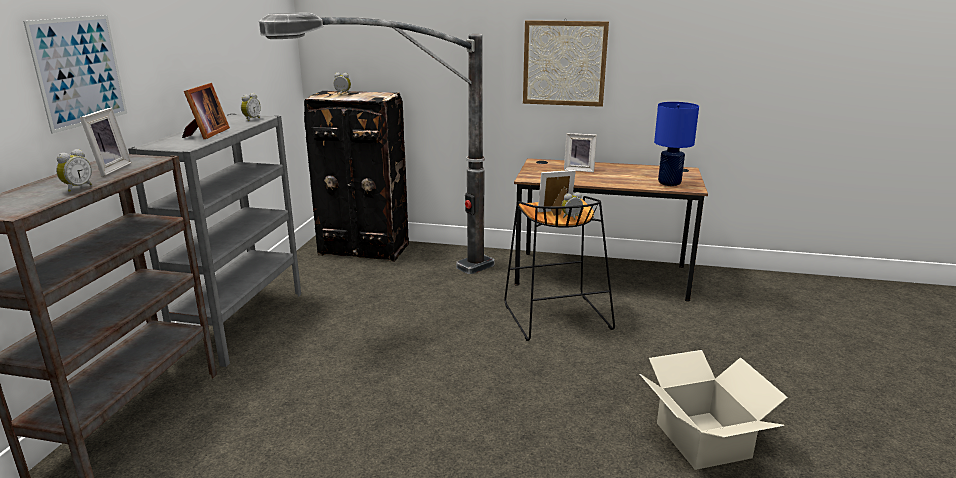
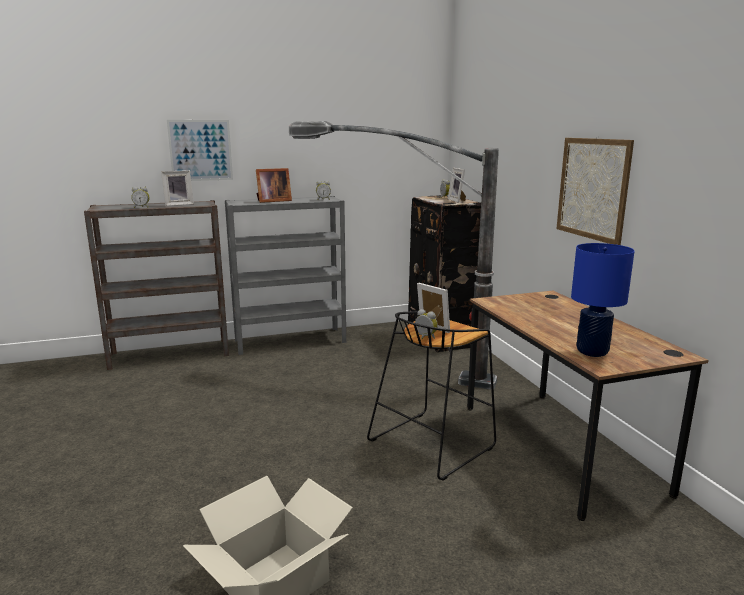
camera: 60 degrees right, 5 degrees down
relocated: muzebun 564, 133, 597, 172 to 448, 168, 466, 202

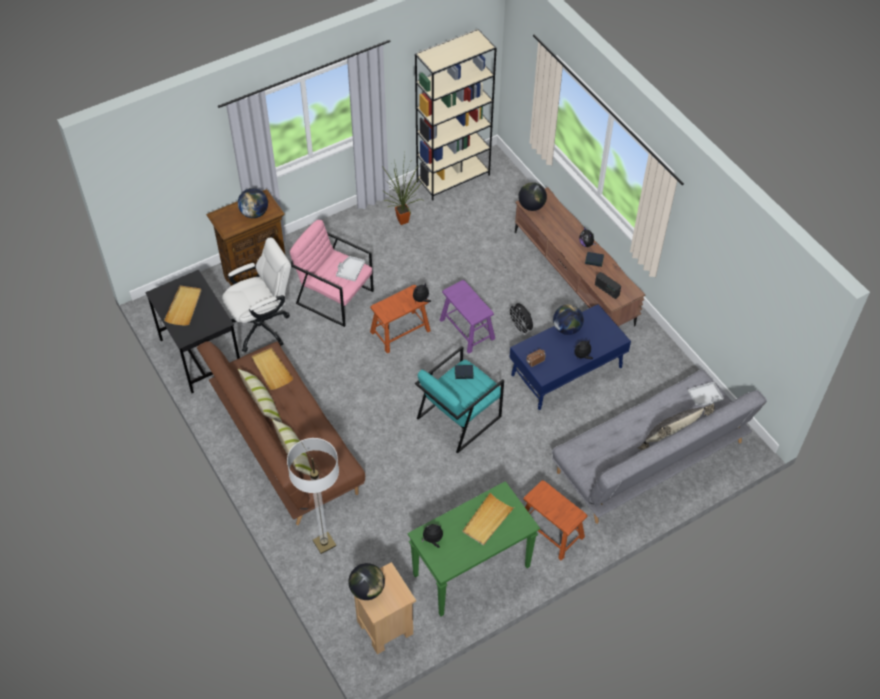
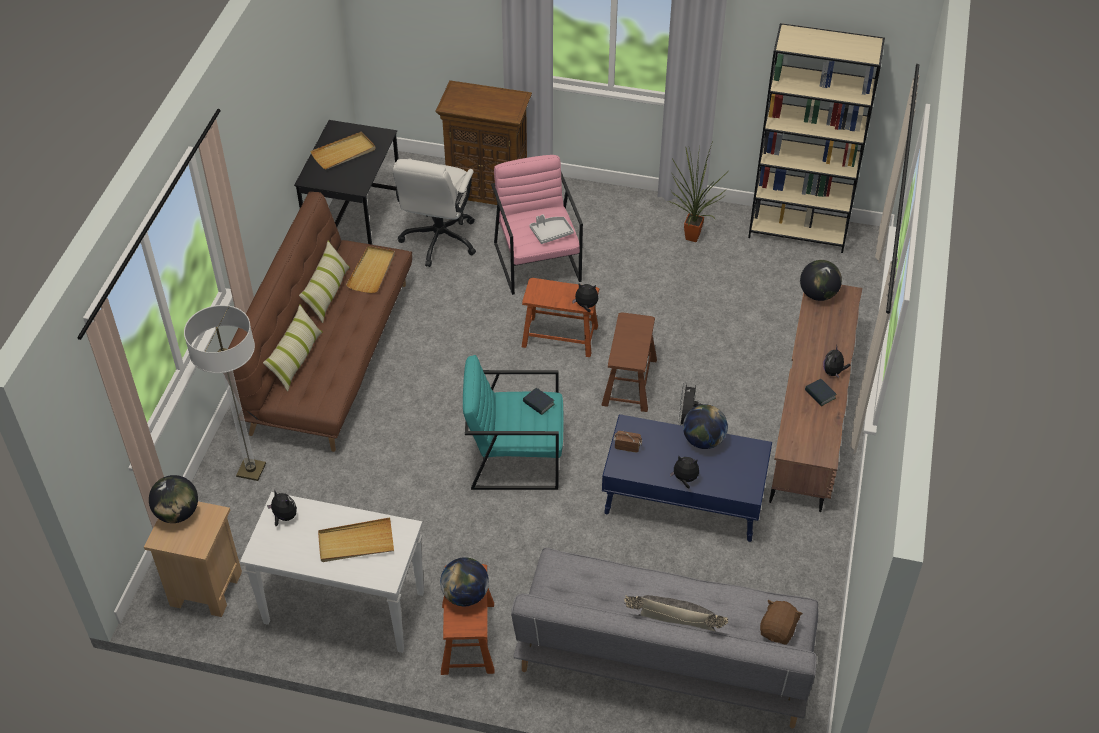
camera: 45 degrees right, 5 degrees down
missing: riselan 595, 272, 621, 299
relocated: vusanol 238, 188, 268, 218 to 440, 557, 489, 606
exchanged: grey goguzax 688, 382, 724, 406 to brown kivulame 760, 600, 803, 645
colour: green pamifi 408, 481, 540, 617 to white pamifi 240, 492, 424, 653; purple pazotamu 440, 280, 495, 353 to brown pazotamu 602, 312, 657, 412
spun: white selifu 222, 238, 291, 352 = 393, 158, 476, 267 90 degrees clockwise

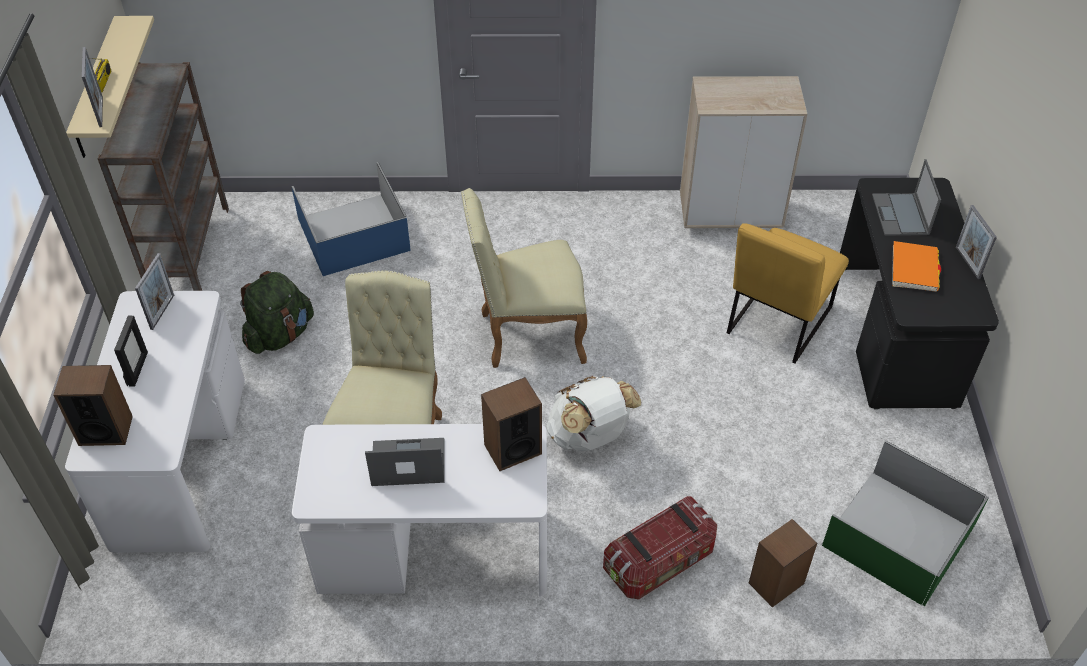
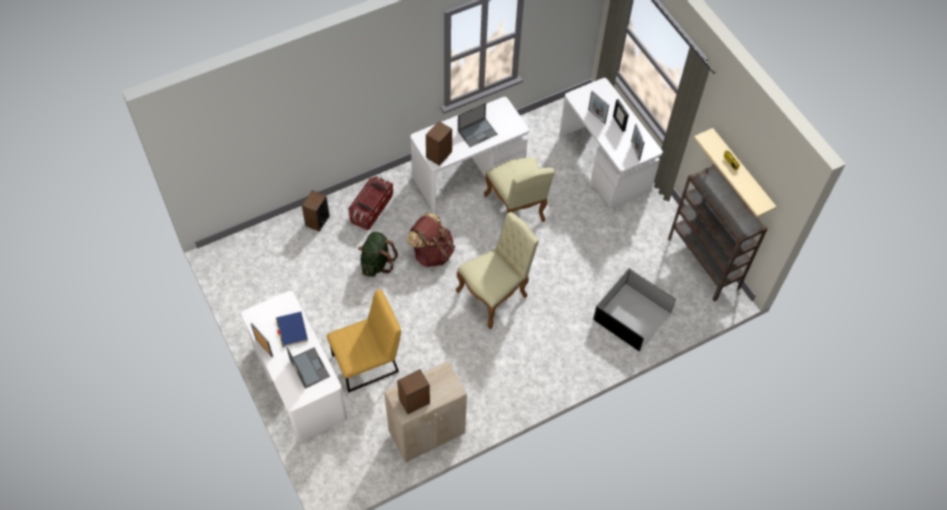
camera: 150 degrees right, 10 degrees up
missing: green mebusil 821, 441, 989, 606
relocated: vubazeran 53, 365, 133, 446 to 397, 369, 430, 414; muzebun 82, 47, 103, 127 to 588, 91, 609, 124; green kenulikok 240, 271, 314, 354 to 358, 232, 398, 277
colour: blue mebusil 291, 162, 411, 276 to black mebusil 593, 268, 676, 351; white kenulikok 546, 376, 641, 451 to brown kenulikok 406, 213, 455, 267; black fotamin 840, 178, 999, 410 to white fotamin 241, 291, 347, 442; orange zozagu 892, 241, 941, 292 to blue zozagu 276, 311, 308, 347
spun: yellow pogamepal 727, 223, 849, 364 = 327, 289, 401, 392 60 degrees clockwise

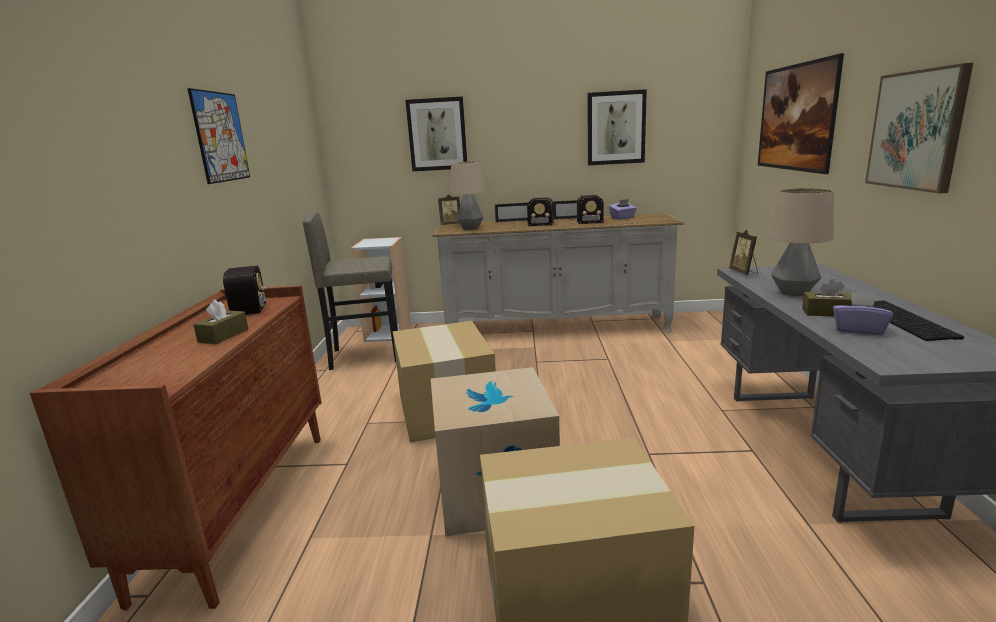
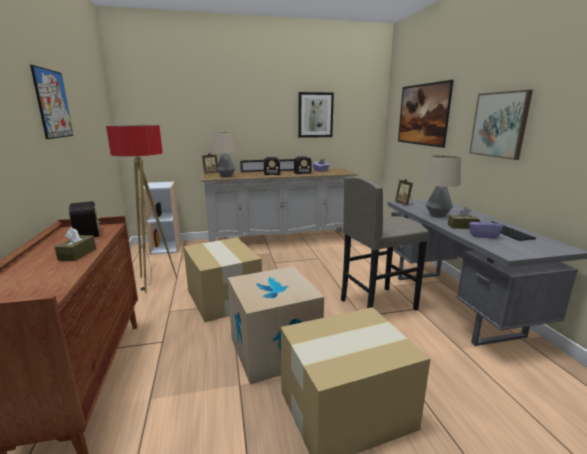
camera: 15 degrees left, 0 degrees up
missing: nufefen 405, 96, 467, 171
appeared: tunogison 106, 125, 177, 293
relocated: grey pazotamu 303, 211, 398, 370 to 341, 177, 429, 311

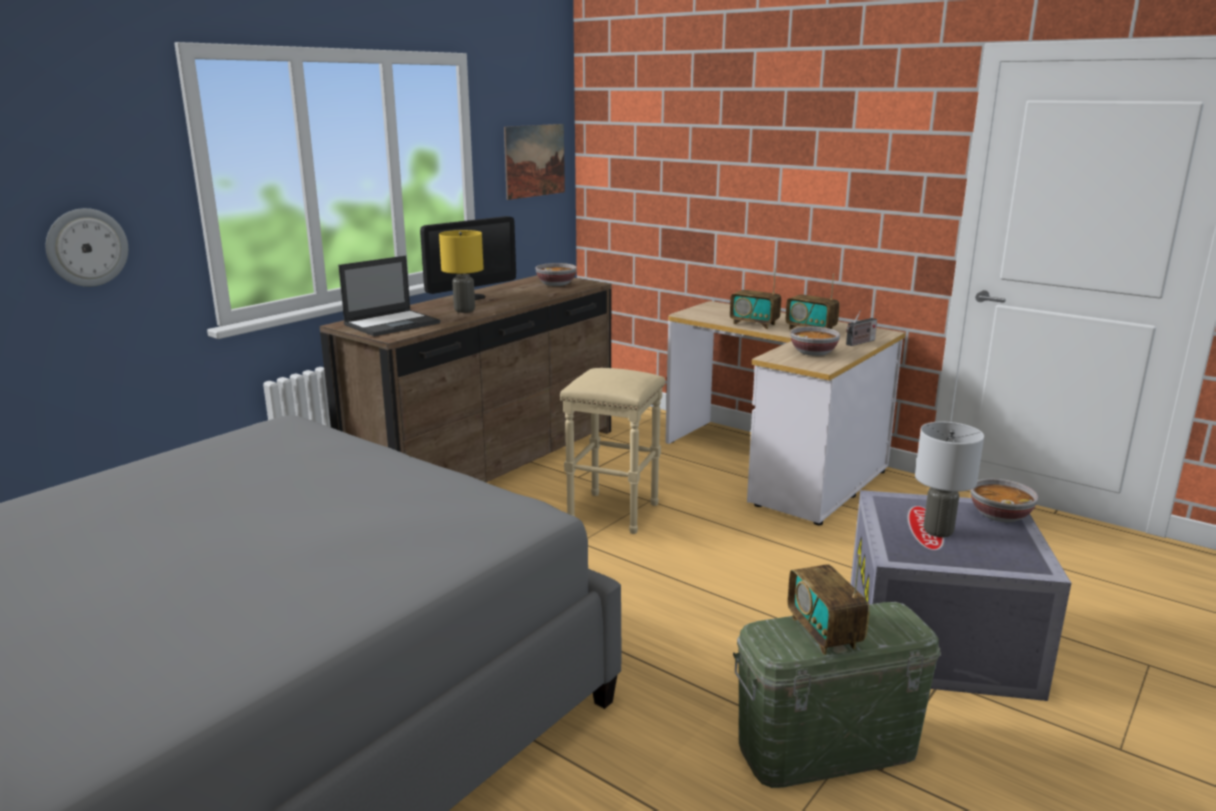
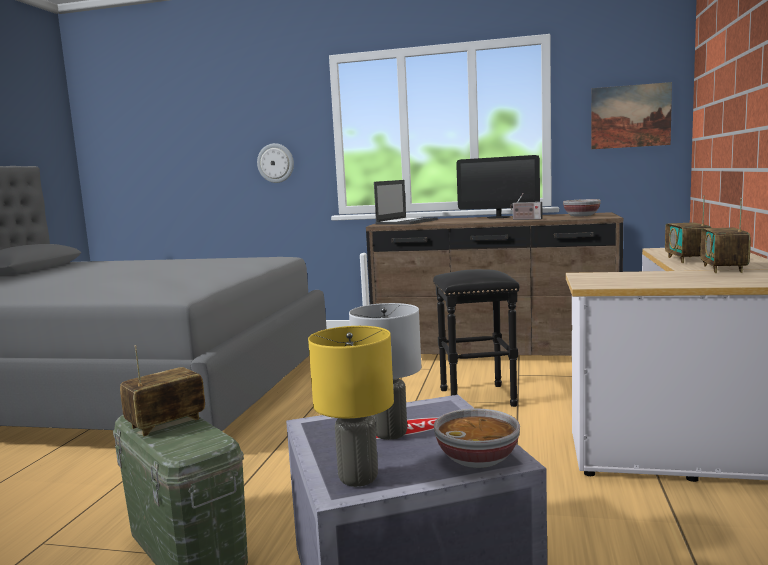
camera: 65 degrees right, 10 degrees down
missing: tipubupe 790, 327, 840, 356
relocated: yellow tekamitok 439, 230, 484, 313 to 308, 326, 394, 487; riselan 846, 310, 877, 346 to 510, 193, 542, 220
colour: beige pazotamu 560, 368, 665, 534 to black pazotamu 433, 269, 520, 407
spun: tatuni 338, 256, 440, 336 = 374, 180, 438, 225 75 degrees counterclockwise

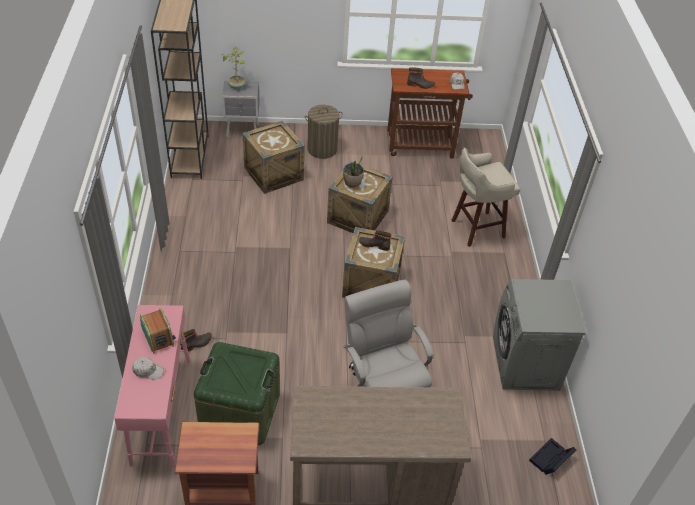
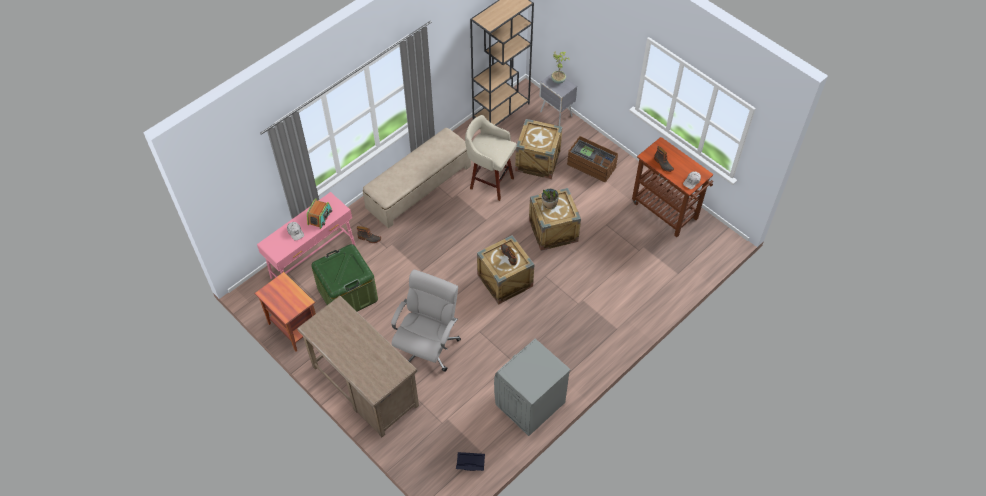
camera: 50 degrees right, 10 degrees up
appeared: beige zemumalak 363, 128, 471, 228
relocated: beige pazotamu 451, 148, 520, 247 to 465, 115, 517, 201
exchanged: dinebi 305, 105, 343, 159 to brown mebusil 567, 136, 618, 182

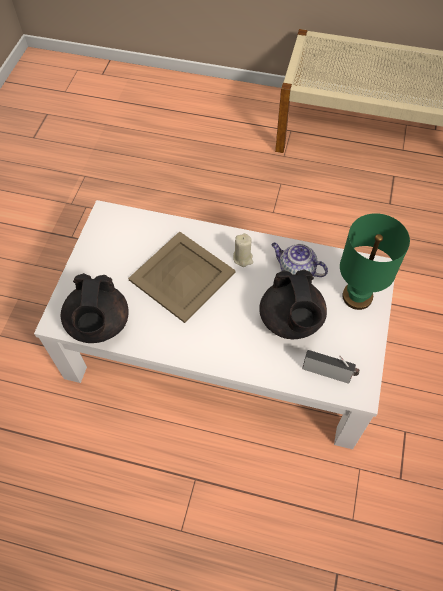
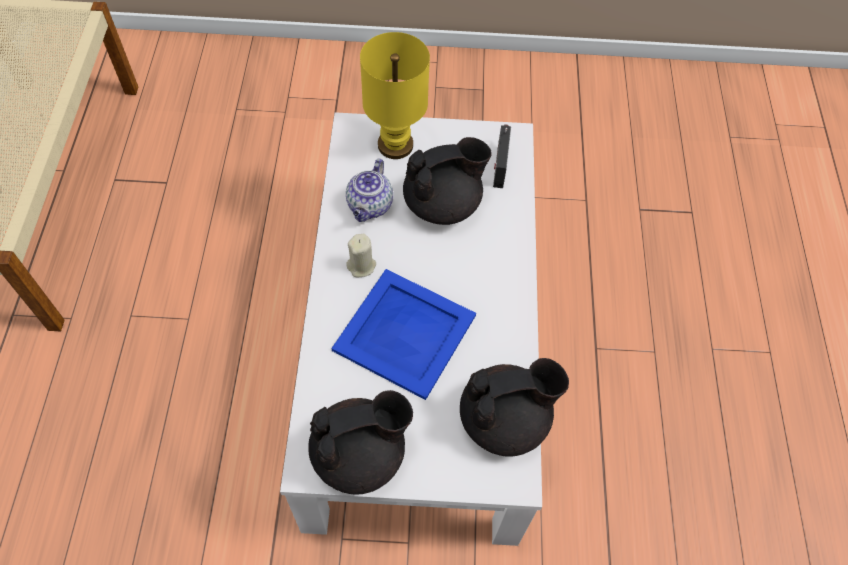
camera: 105 degrees left, 0 degrees up
appeared: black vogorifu 308, 390, 413, 495
colour: beige goguzax 128, 231, 235, 323 to blue goguzax 331, 269, 476, 400; green tekamitok 340, 213, 410, 310 to yellow tekamitok 360, 32, 430, 159

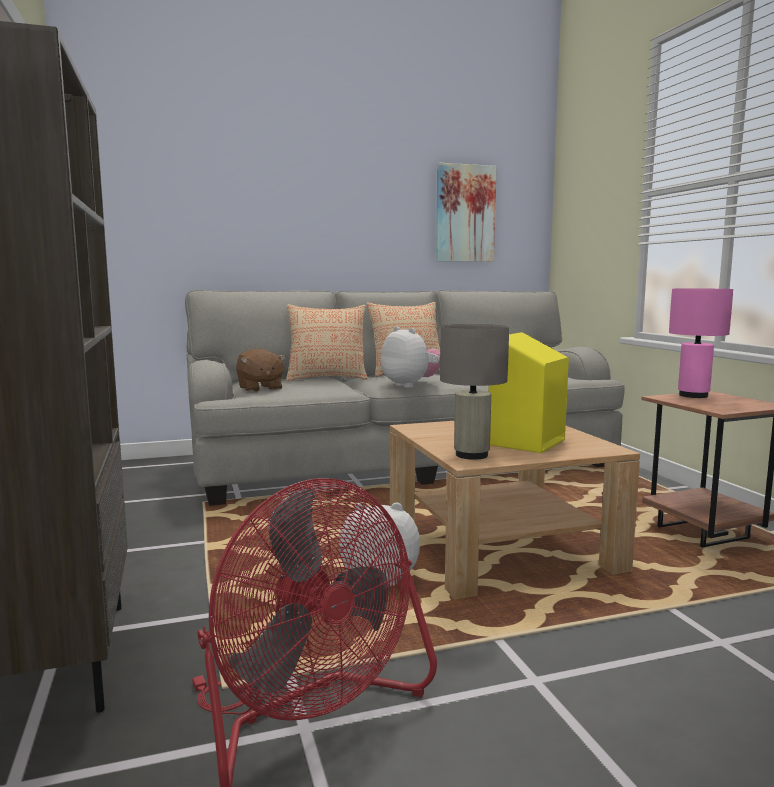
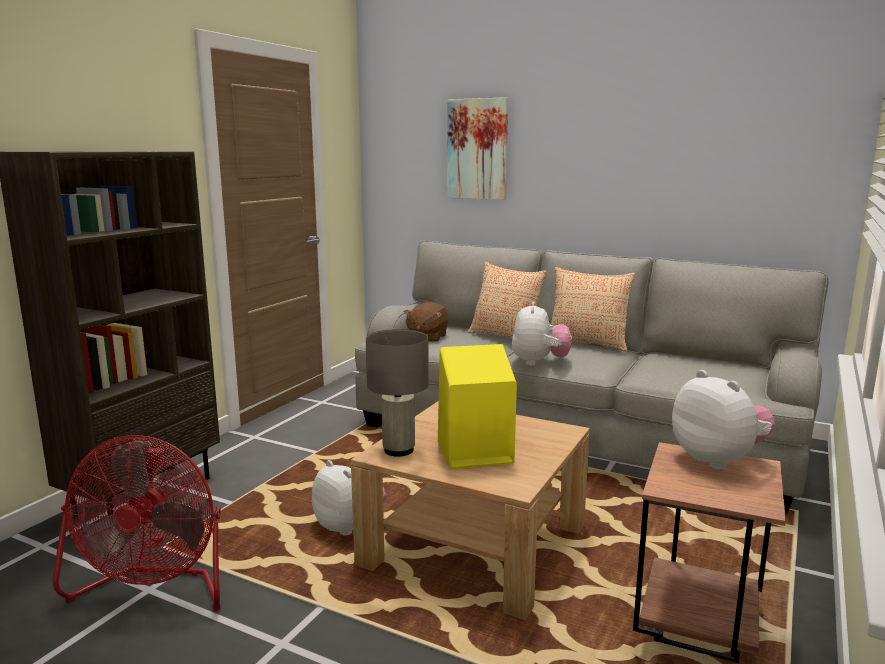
camera: 45 degrees right, 5 degrees up
relocated: nufefen 436, 163, 497, 262 to 447, 97, 508, 200
exchanged: pink tekamitok 669, 289, 733, 398 to kivulame 672, 370, 775, 471

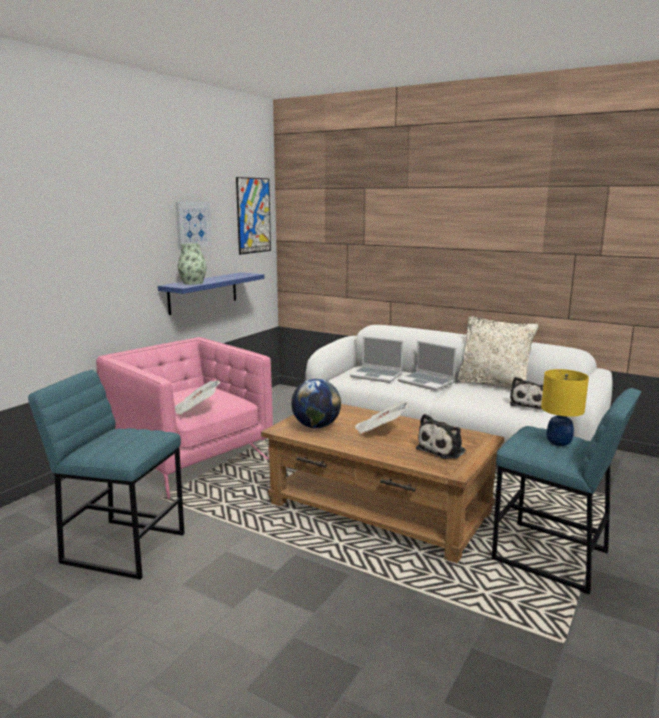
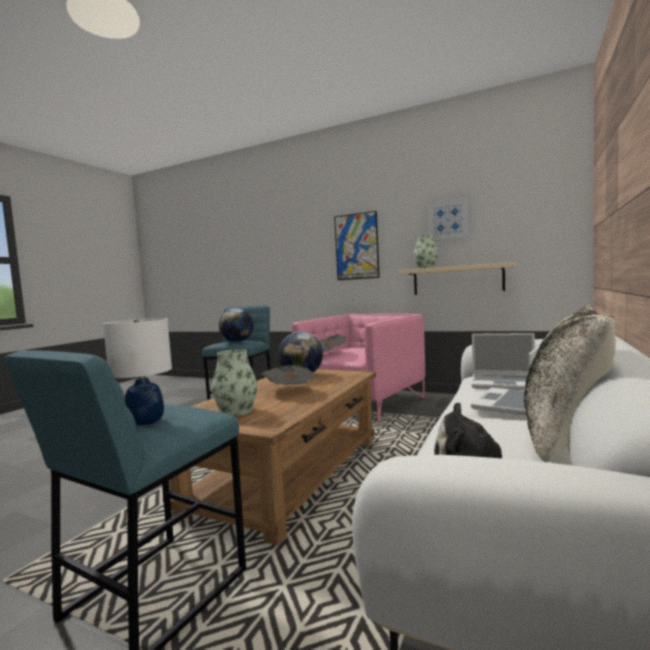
camera: 85 degrees right, 10 degrees down
appeared: vusanol 219, 308, 254, 342
relocated: nufefen 236, 177, 271, 255 to 334, 211, 380, 280
exchanged: kivulame 416, 414, 466, 459 to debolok 212, 349, 257, 416
colour: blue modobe 158, 272, 265, 315 to beige modobe 397, 262, 516, 295; yellow tekamitok 541, 369, 589, 446 to white tekamitok 103, 318, 172, 426
spun: tatuni 350, 336, 403, 383 = 472, 333, 535, 390 90 degrees counterclockwise

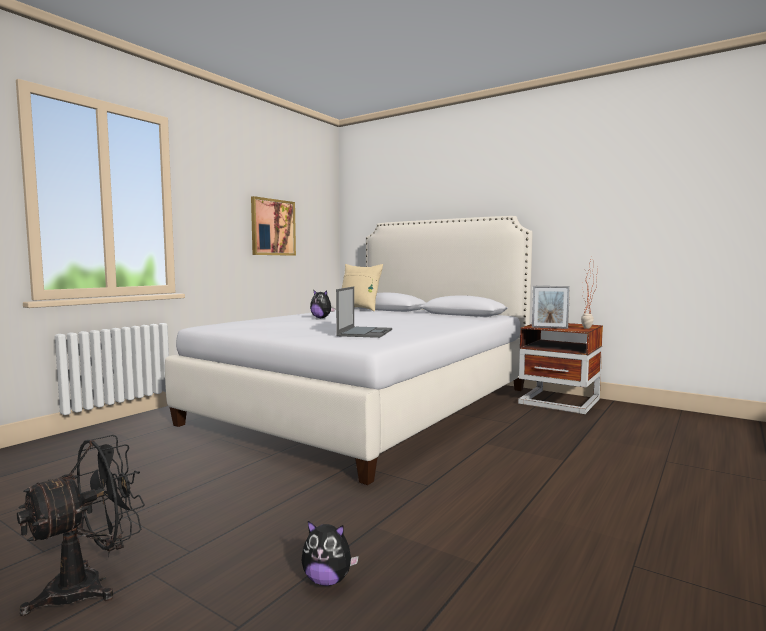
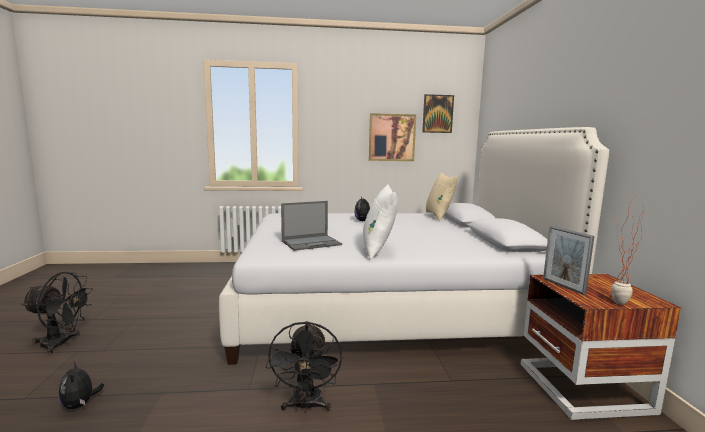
camera: 50 degrees right, 5 degrees up
appeared: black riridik 266, 321, 342, 413; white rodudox 363, 184, 398, 259; nufefen 422, 94, 454, 133

